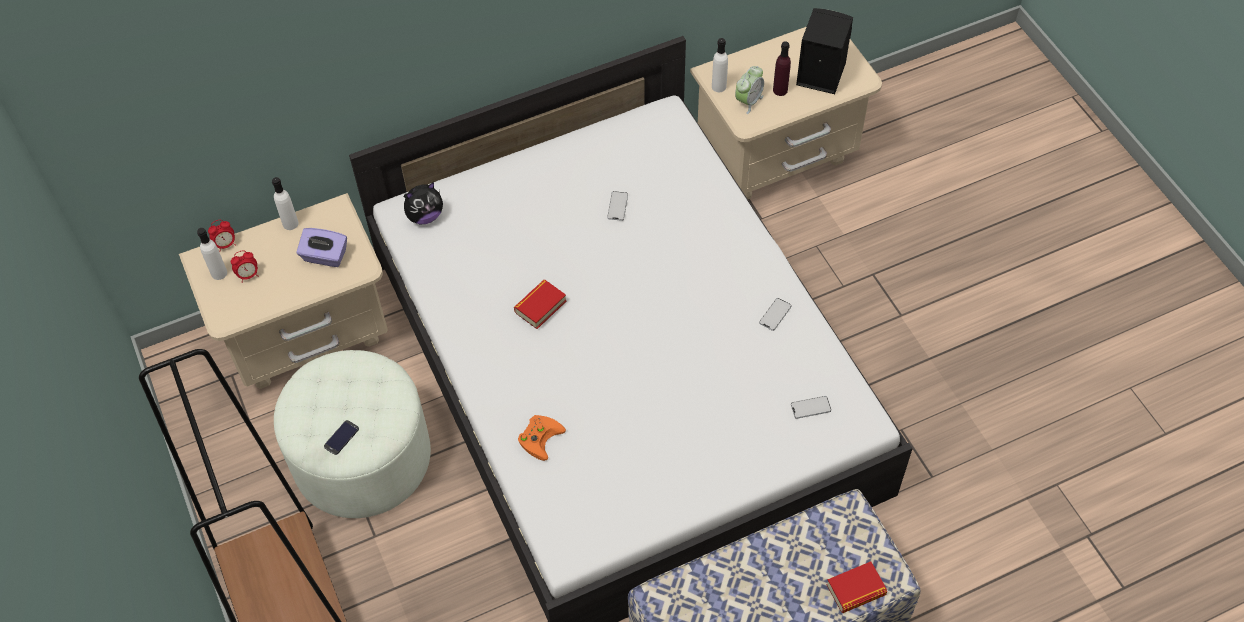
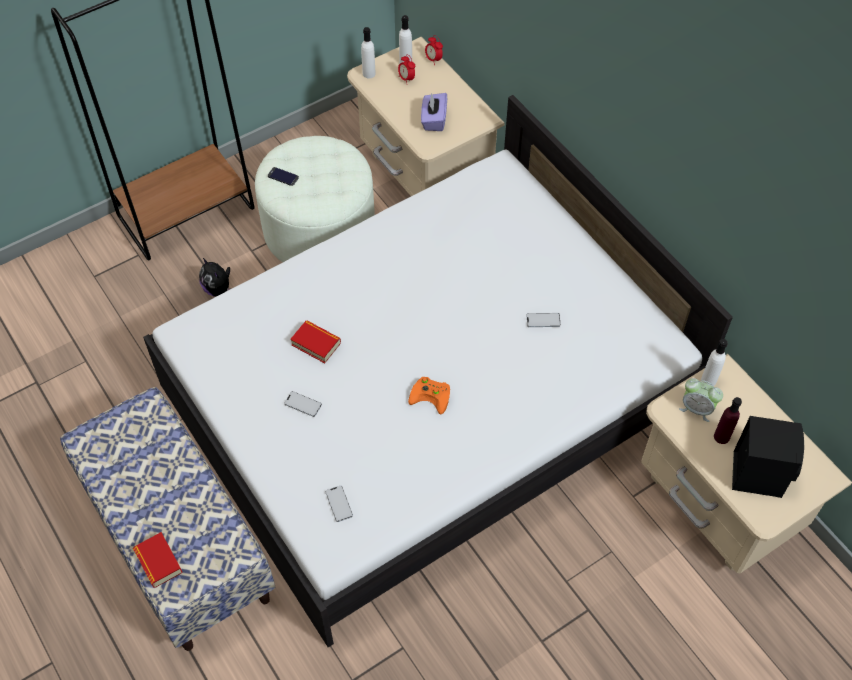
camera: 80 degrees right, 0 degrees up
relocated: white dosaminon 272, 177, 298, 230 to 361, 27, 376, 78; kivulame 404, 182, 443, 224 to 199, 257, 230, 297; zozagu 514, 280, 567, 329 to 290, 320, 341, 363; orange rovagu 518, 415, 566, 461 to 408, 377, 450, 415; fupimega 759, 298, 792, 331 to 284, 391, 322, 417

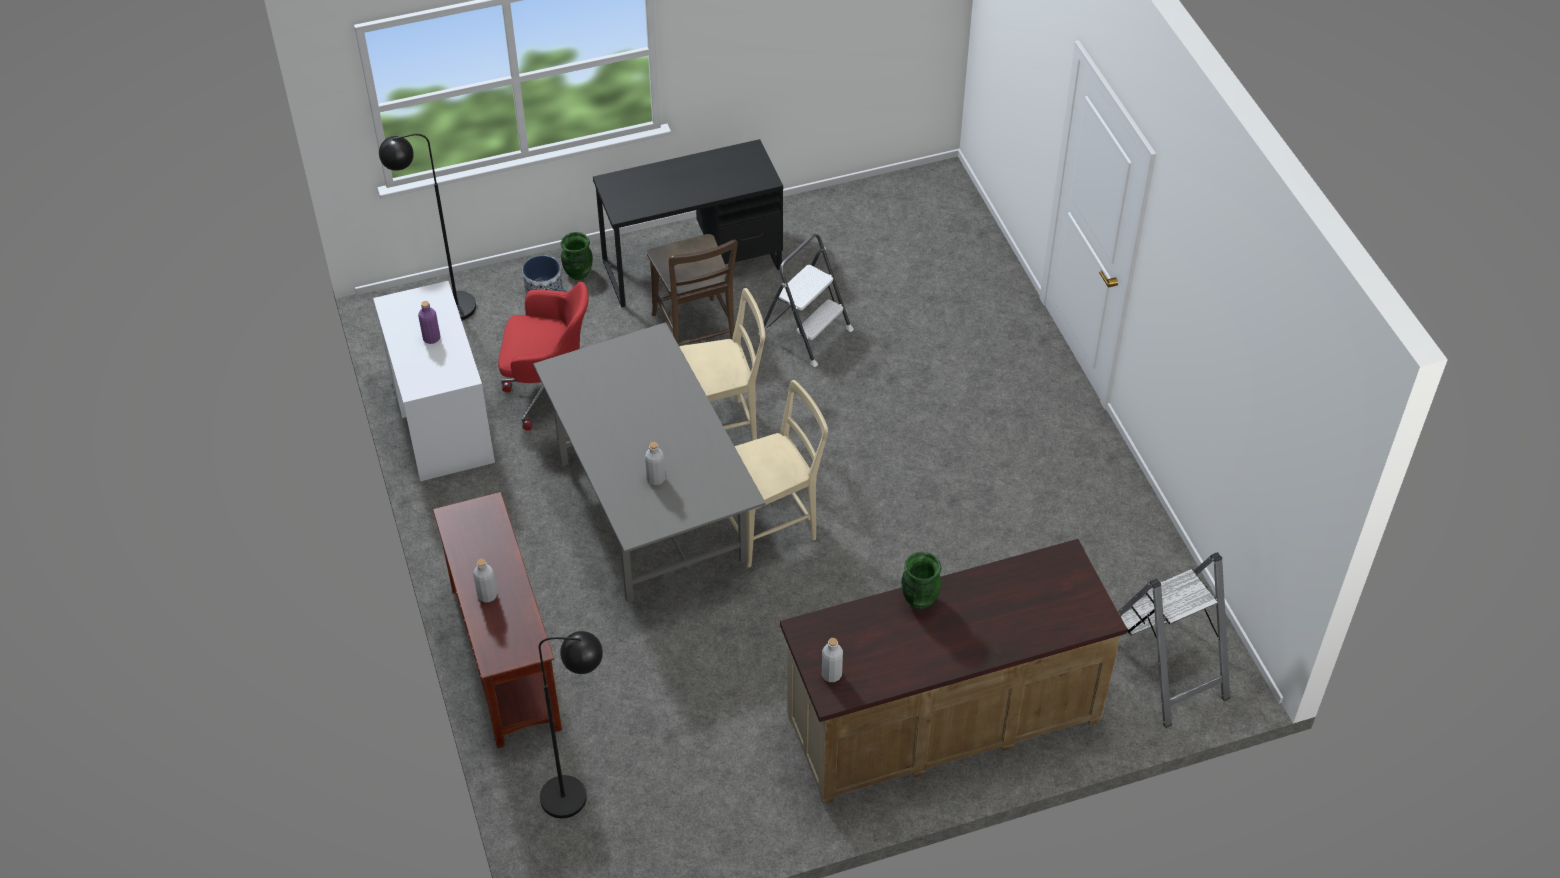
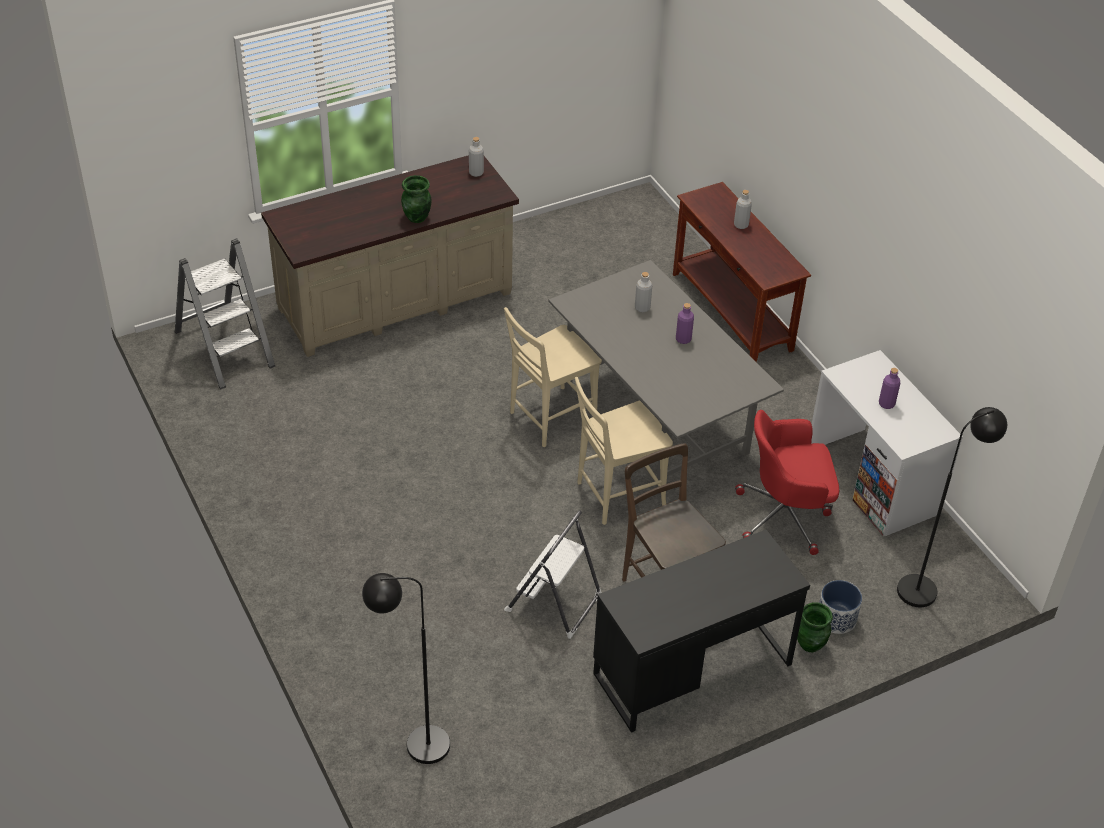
camera: 170 degrees right, 5 degrees down
appeared: purple dosaminon 676, 303, 694, 344
relocated: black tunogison 539, 631, 603, 818 to 362, 573, 450, 764

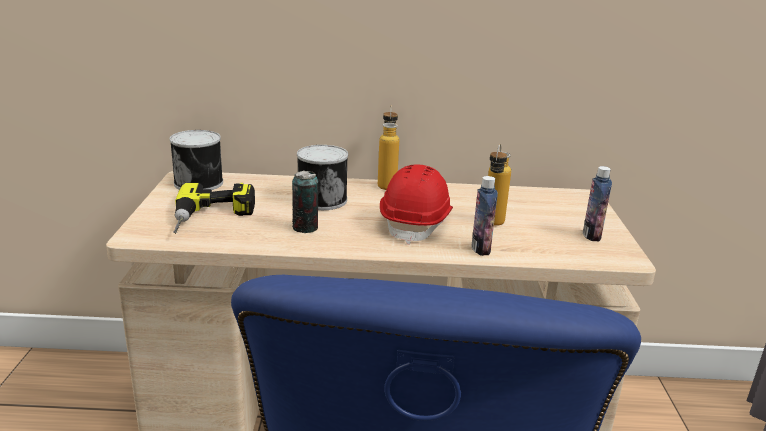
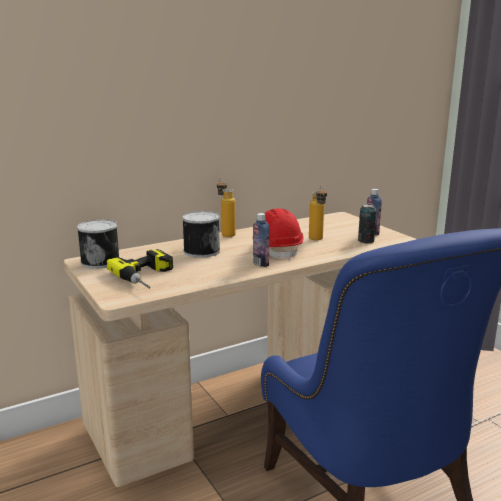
camera: 30 degrees left, 5 degrees down
relocated: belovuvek 292, 171, 318, 233 to 358, 204, 377, 244; dosaminon 471, 176, 498, 256 to 253, 213, 269, 267

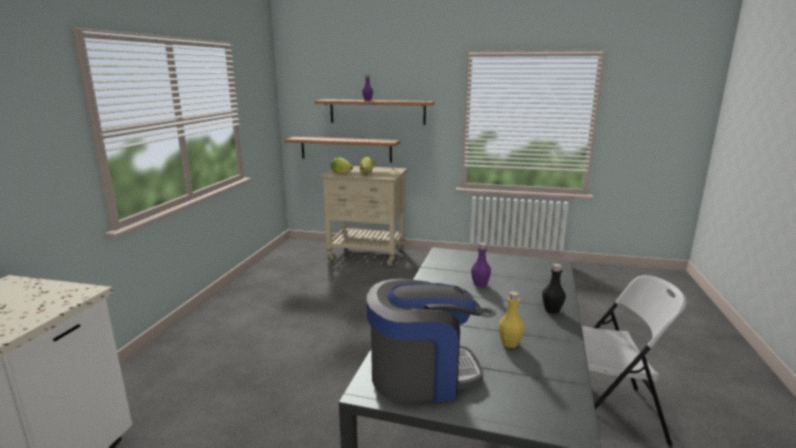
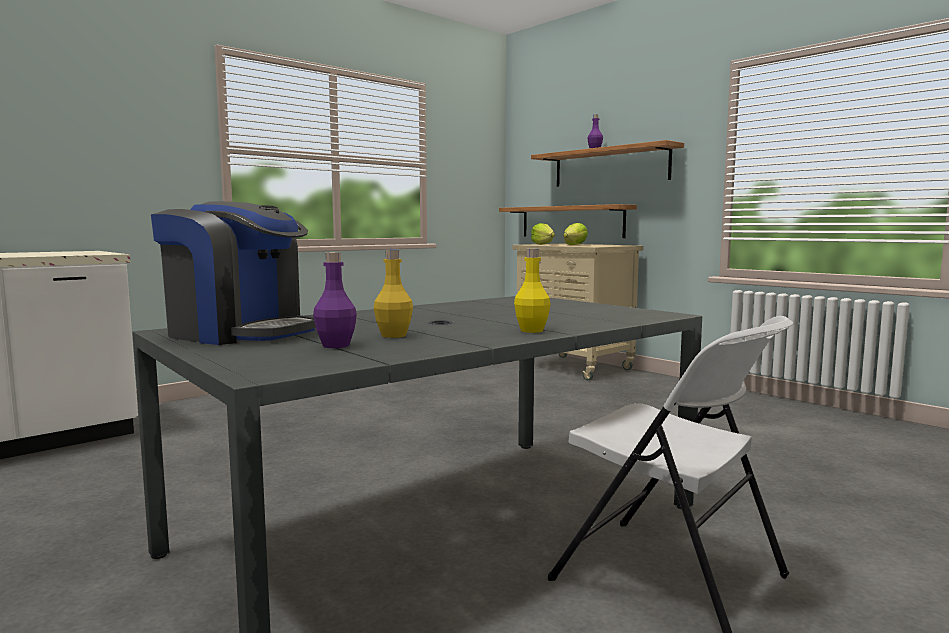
camera: 35 degrees right, 10 degrees down
relocated: purple dosaminon 471, 243, 491, 287 to 313, 252, 357, 348
colour: black dosaminon 542, 264, 566, 314 to yellow dosaminon 514, 249, 551, 333

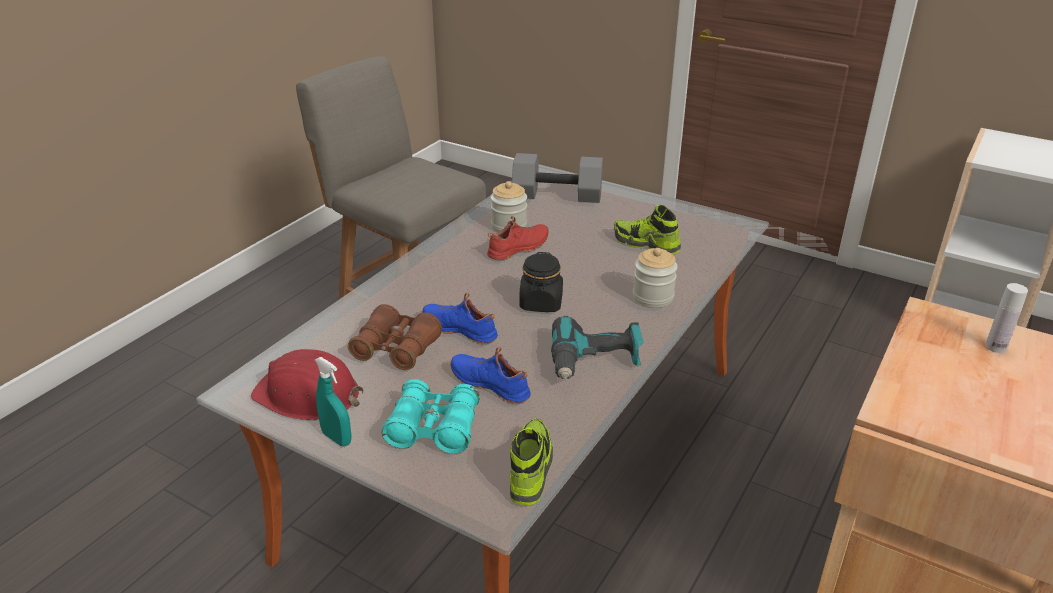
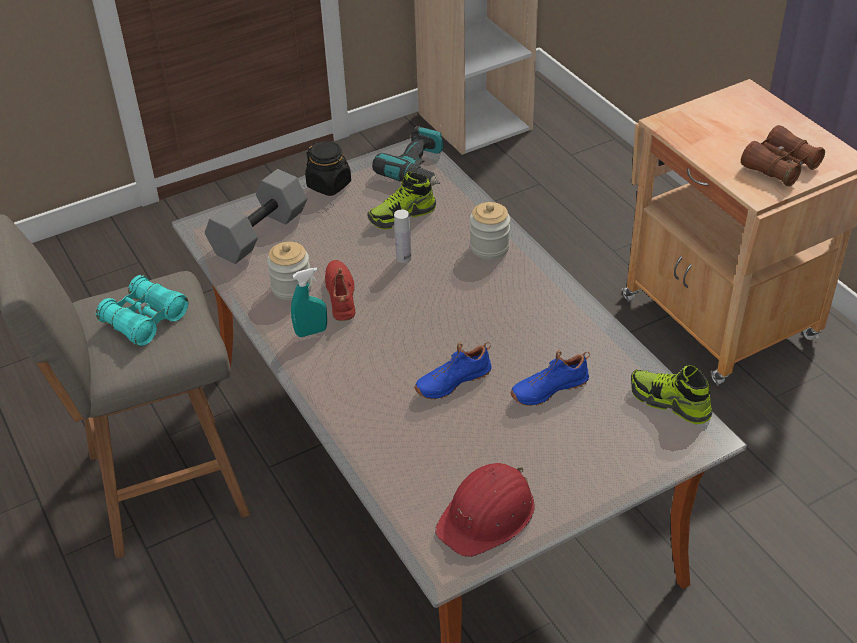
camera: 60 degrees left, 10 degrees up
relocated: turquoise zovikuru 315, 357, 351, 446 to 291, 267, 327, 337; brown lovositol 348, 304, 442, 370 to 741, 125, 825, 186; turquoise lovositol 382, 379, 480, 454 to 96, 275, 188, 346; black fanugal 519, 252, 563, 312 to 305, 141, 351, 196; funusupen 551, 316, 643, 380 to 372, 126, 443, 186; white dosaminon 985, 283, 1028, 353 to 394, 210, 412, 263

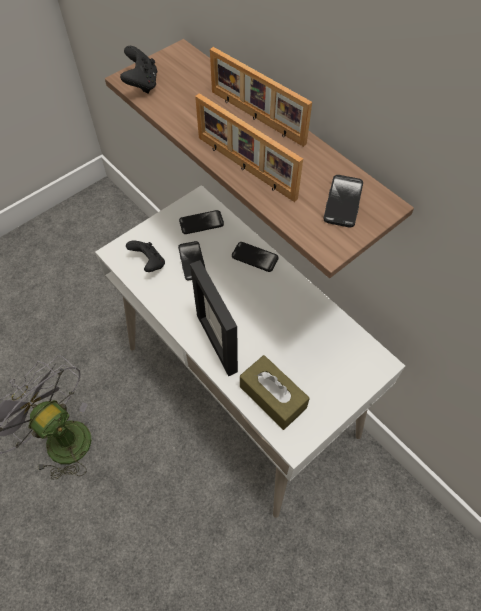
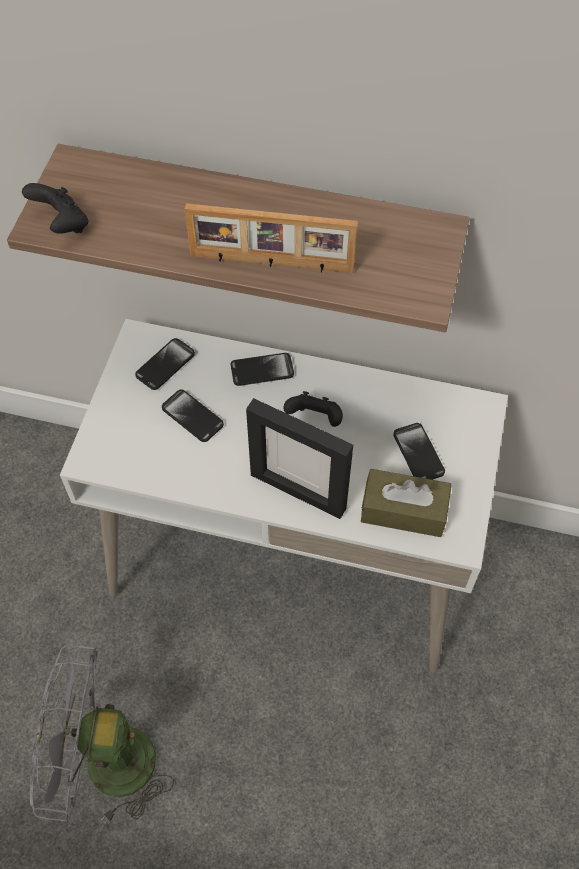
camera: 35 degrees left, 0 degrees up
missing: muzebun 210, 47, 312, 147
relocated: black rovagu 126, 240, 165, 272 to 283, 391, 343, 427; fupimega 323, 175, 363, 228 to 393, 423, 445, 480

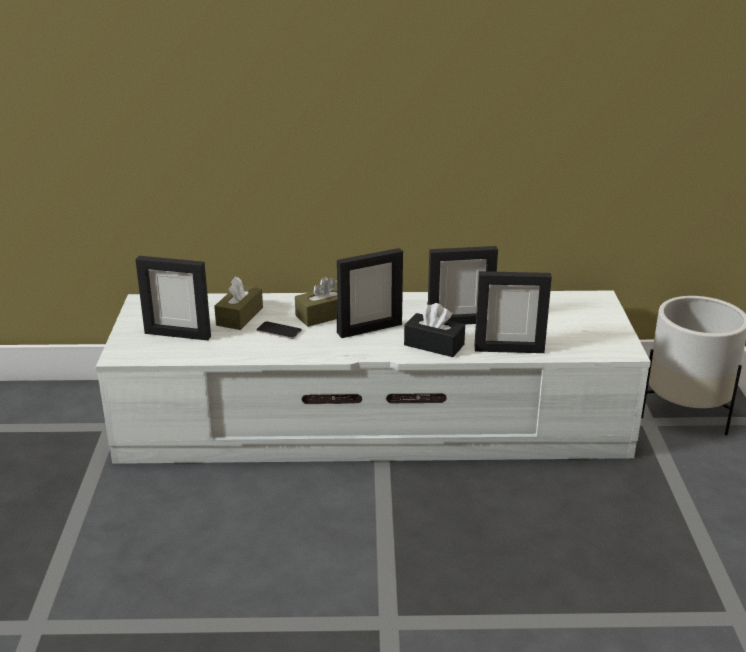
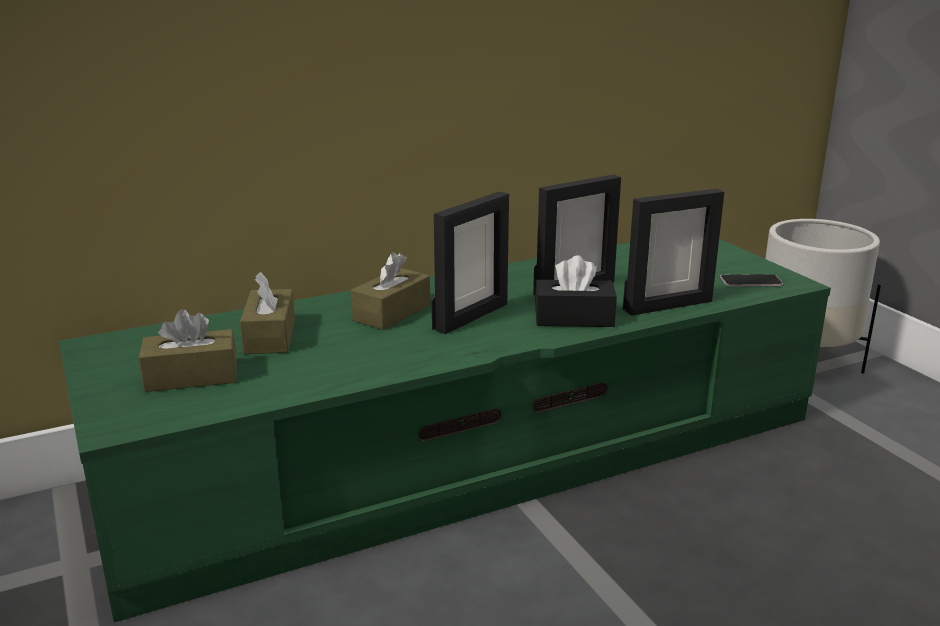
camera: 25 degrees left, 5 degrees down
relocated: fupimega 256, 321, 302, 339 to 720, 274, 783, 287
exchanged: muzebun 135, 256, 211, 341 to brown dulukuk 139, 309, 237, 392
colour: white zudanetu 96, 290, 651, 464 to green zudanetu 59, 239, 831, 623

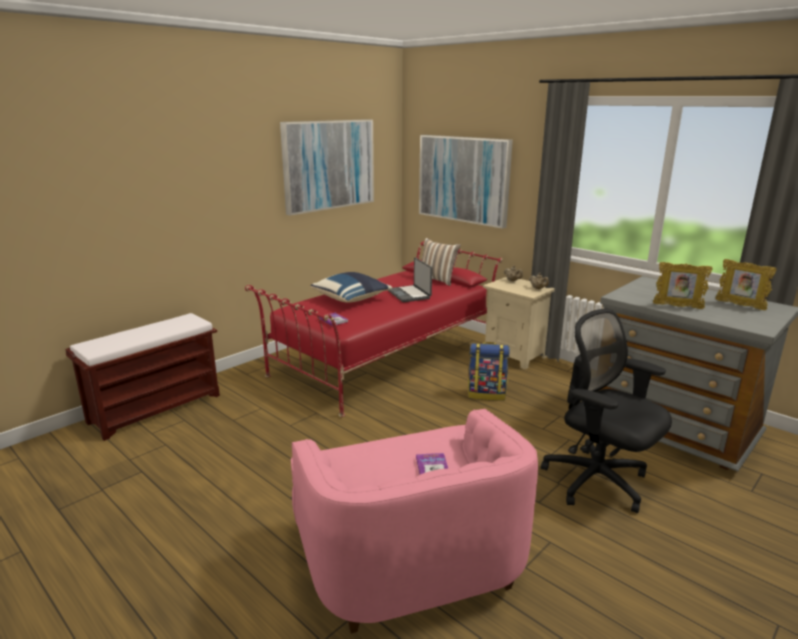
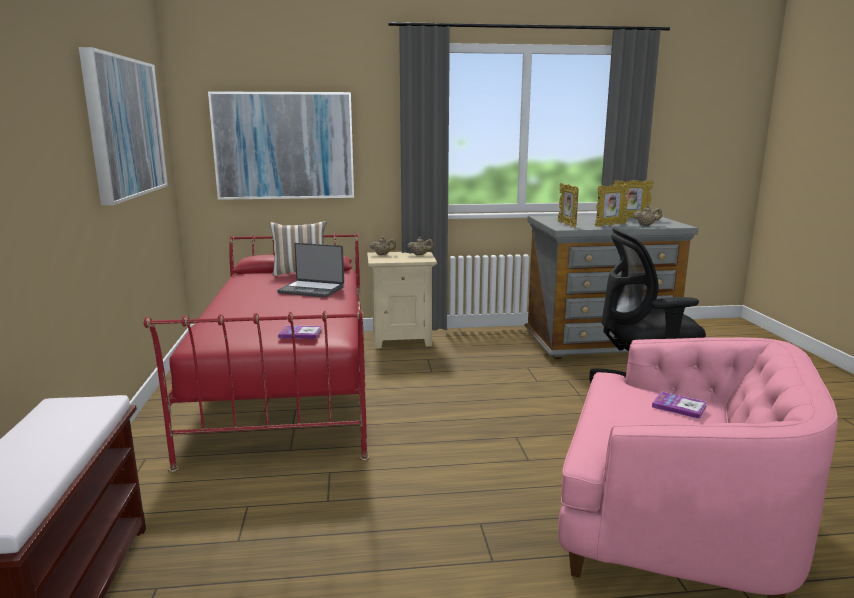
camera: 50 degrees left, 5 degrees down
missing: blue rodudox 310, 272, 392, 303; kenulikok 468, 342, 510, 401
appeared: muzebun 558, 183, 579, 228; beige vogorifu 633, 205, 662, 226

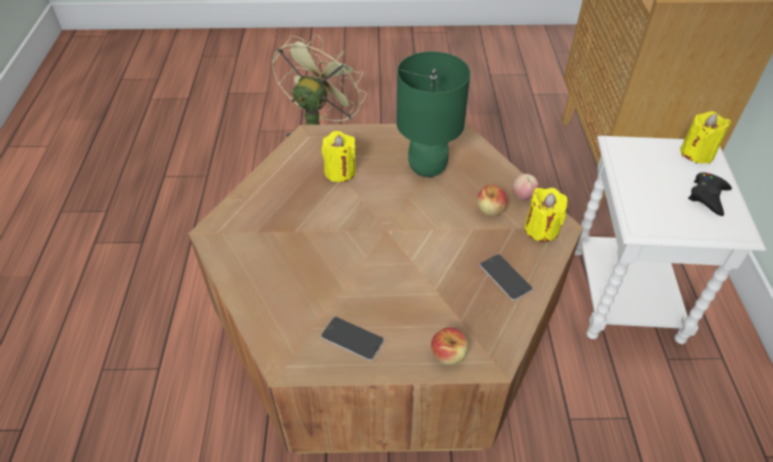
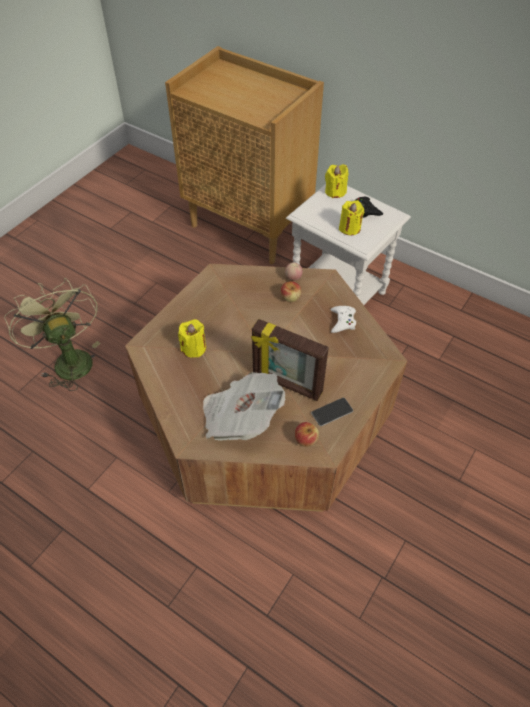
camera: 55 degrees left, 5 degrees up
missing: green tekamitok 396, 51, 470, 177
appeared: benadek 203, 372, 285, 440; muzebun 251, 319, 329, 401
relocated: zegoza 431, 328, 468, 365 to 295, 422, 319, 447; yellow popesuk 524, 188, 568, 242 to 339, 200, 364, 235
exchanged: fupimega 479, 254, 533, 301 to white rovagu 330, 306, 356, 333

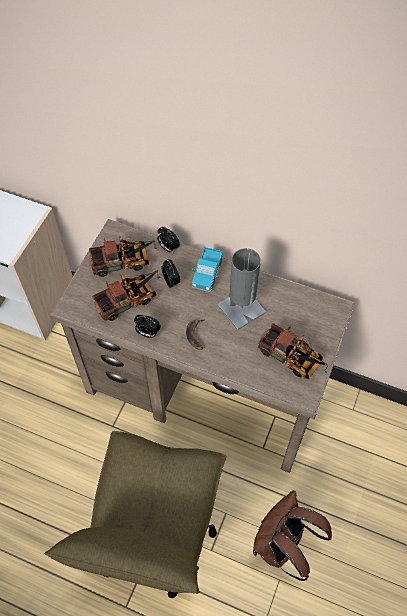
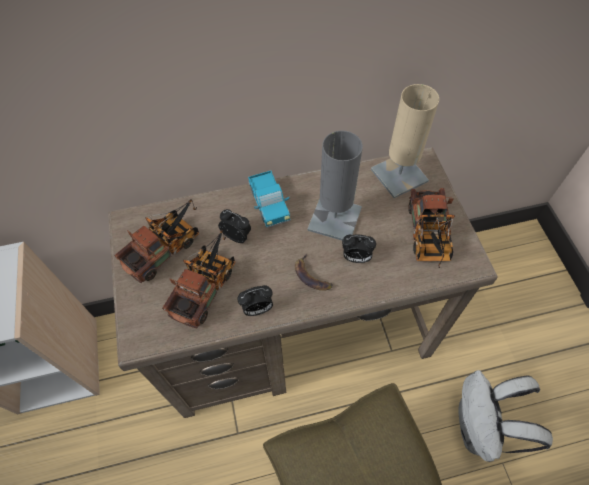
camera: 35 degrees left, 0 degrees up
appeared: beige tekamitok 371, 84, 439, 198
relocated: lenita 157, 227, 180, 253 to 342, 235, 376, 263
colour: brown kenulikok 253, 490, 332, 581 to white kenulikok 458, 370, 553, 462
spun: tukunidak 258, 323, 328, 380 = 408, 188, 455, 268 90 degrees clockwise

